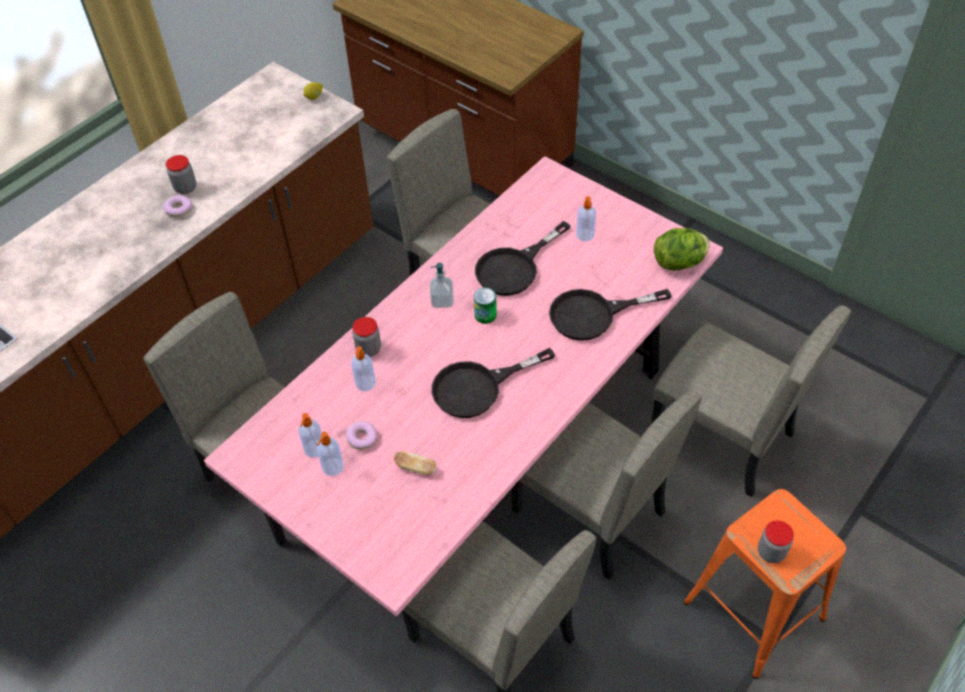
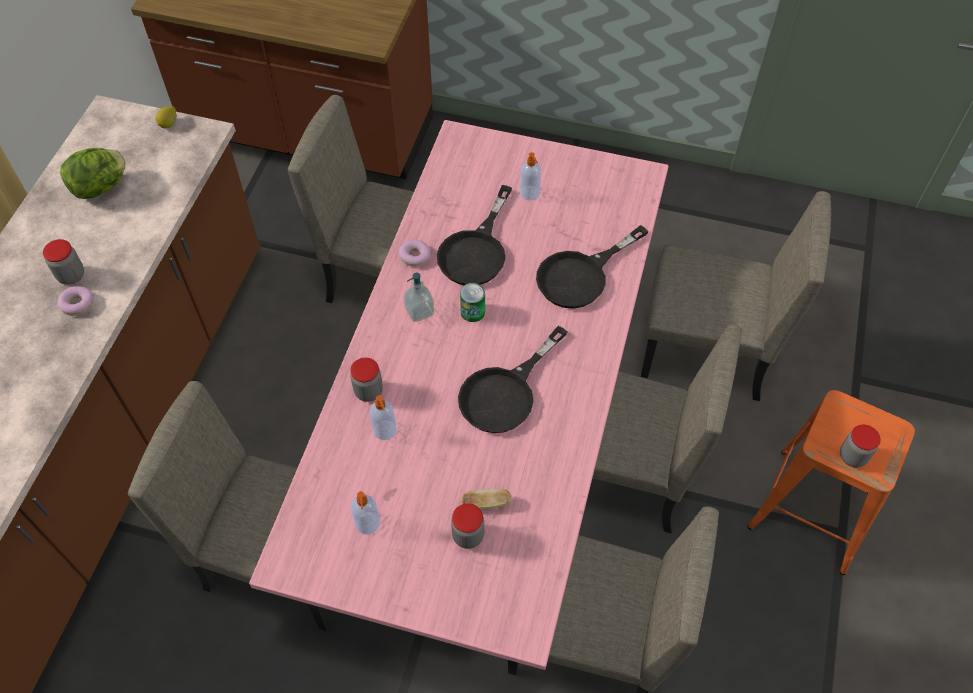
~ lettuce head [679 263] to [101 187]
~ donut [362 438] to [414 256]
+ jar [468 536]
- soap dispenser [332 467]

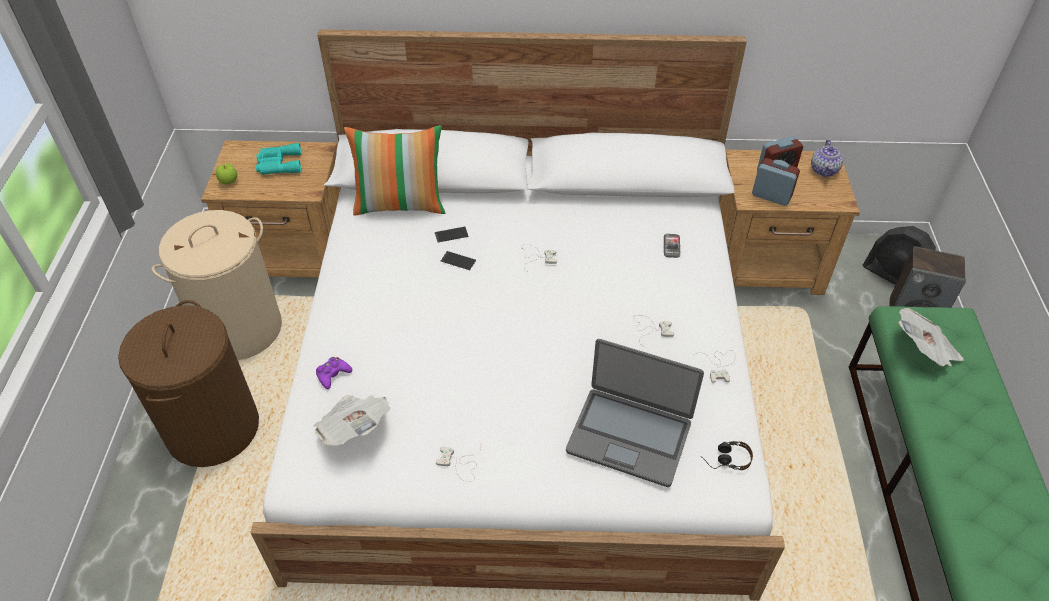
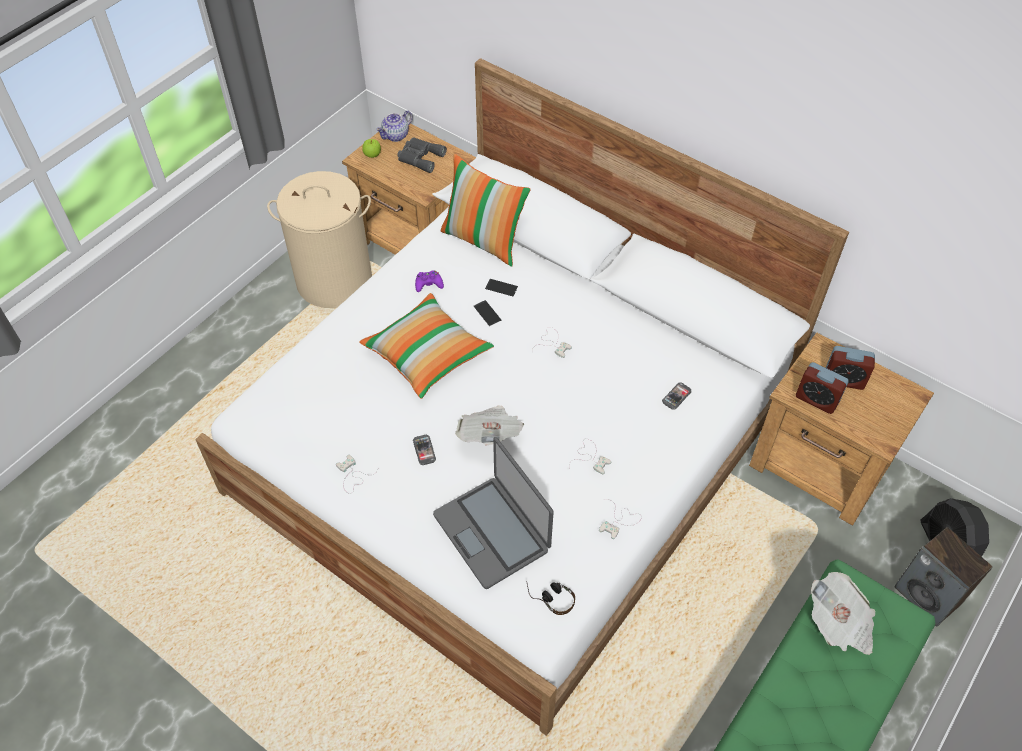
+ cushion [427 355]
~ tea pot [824 170] to [396 135]
~ binoculars (turquoise) [278 164] to binoculars (greyish) [420 157]
+ phone [424 450]
~ game controller (purplish) [333 375] to [428 284]
~ printed paper [354 428] to [490 435]
~ table clock [771 196] = [816 400] 150 degrees clockwise
- laundry basket (brownish) [212 428]

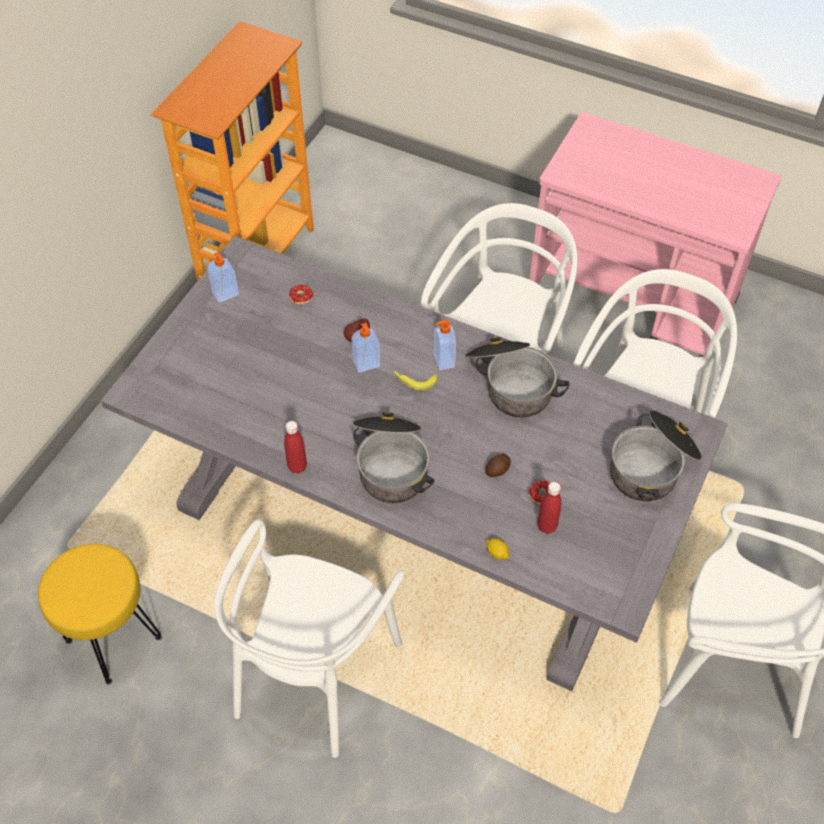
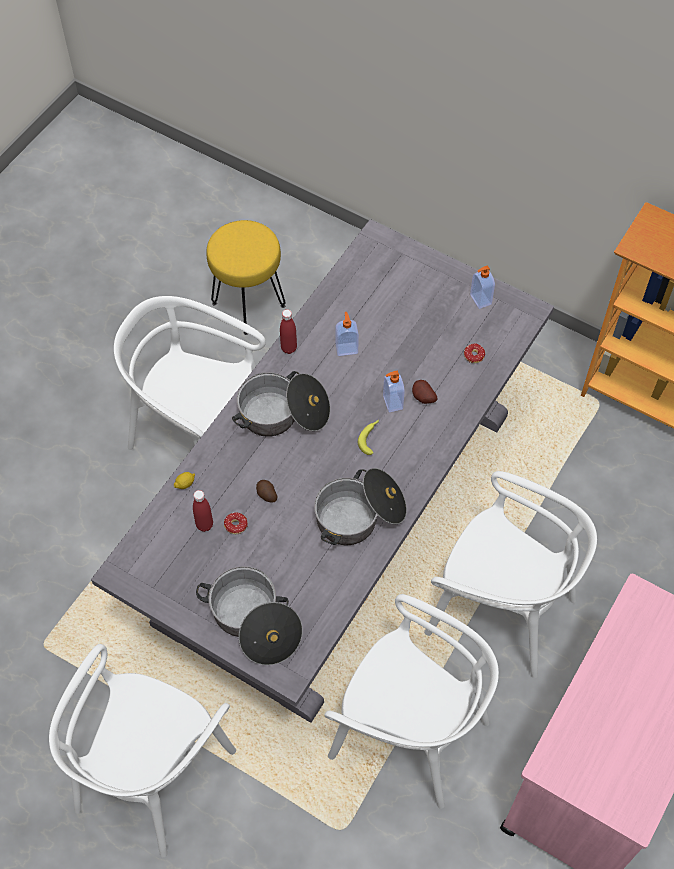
~ soap dispenser [443 360] to [346 348]

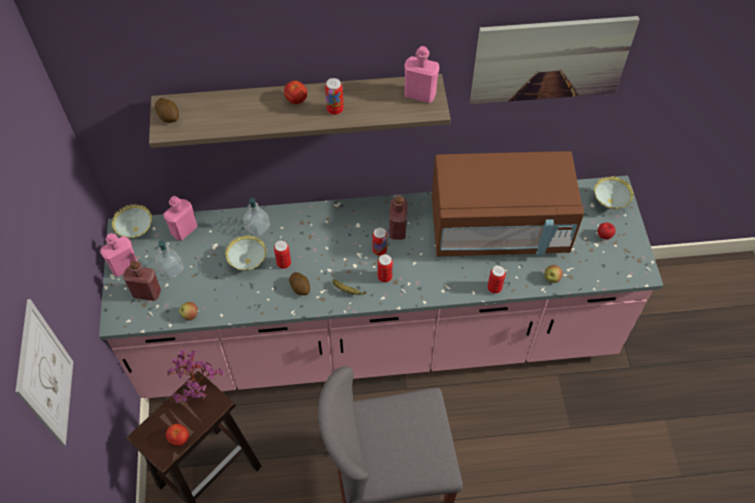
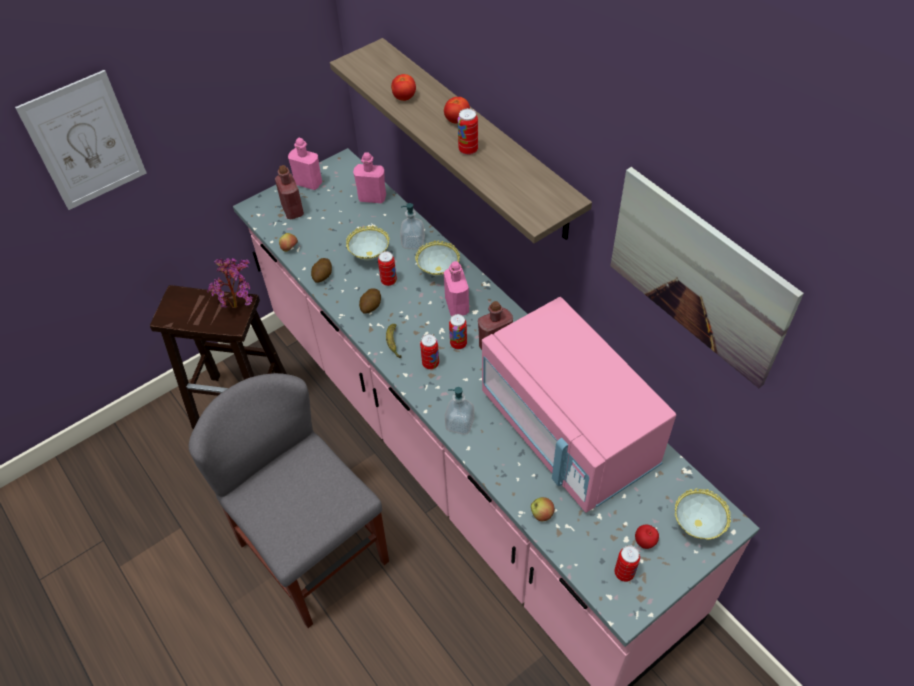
~ potato [169 116] to [322 276]
~ tomato [179 438] to [404 97]
~ deep dish [136 232] to [438 272]
~ bottle (pink-coloured) [420 94] to [457 306]
~ soap dispenser [171 269] to [459 424]
~ microwave oven (brownish) [499 228] to microwave oven (pink-coloured) [568 432]
~ metal can [494 288] to [624 573]

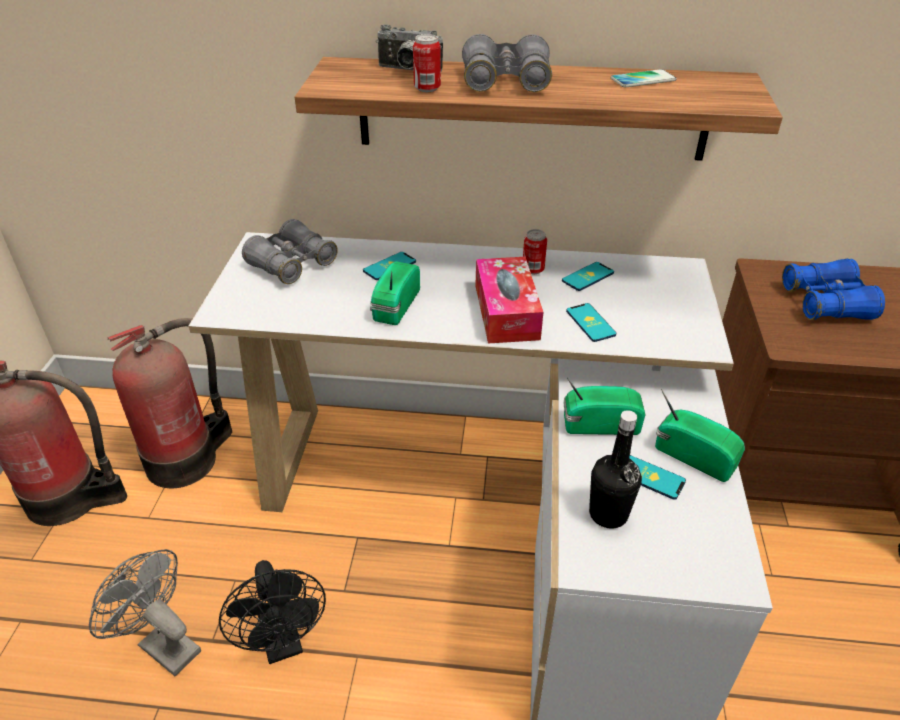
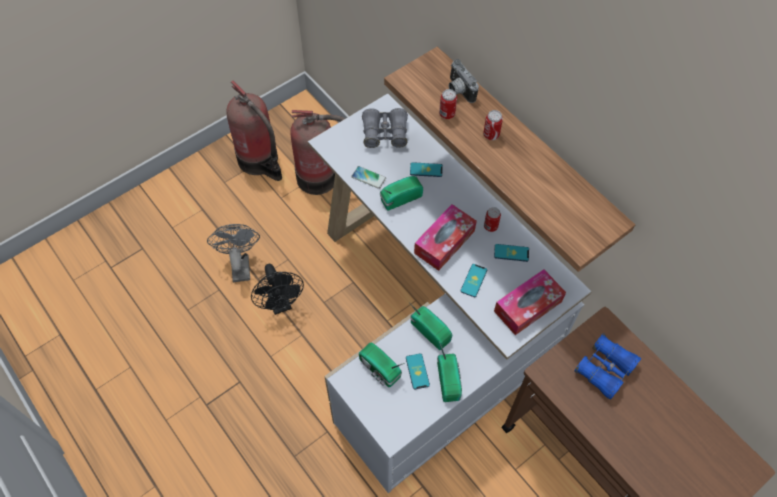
~ electric fan (black) [283 643] = [281 304] 45 degrees counterclockwise
~ phone [643 80] to [368 177]
~ bottle (black) [608 514] to radio receiver [380 370]
~ binoculars (greyish) [505 81] to metal can [491 135]
+ box of tissues [528 306]

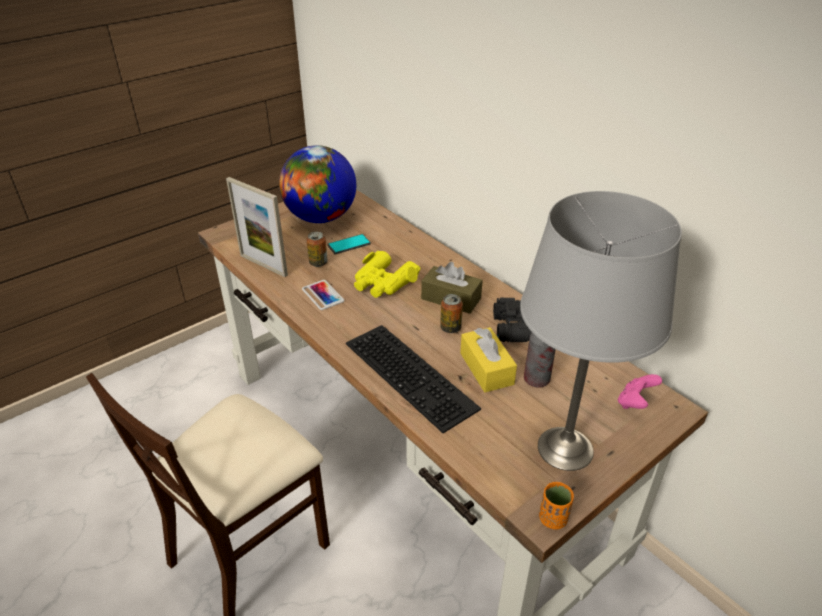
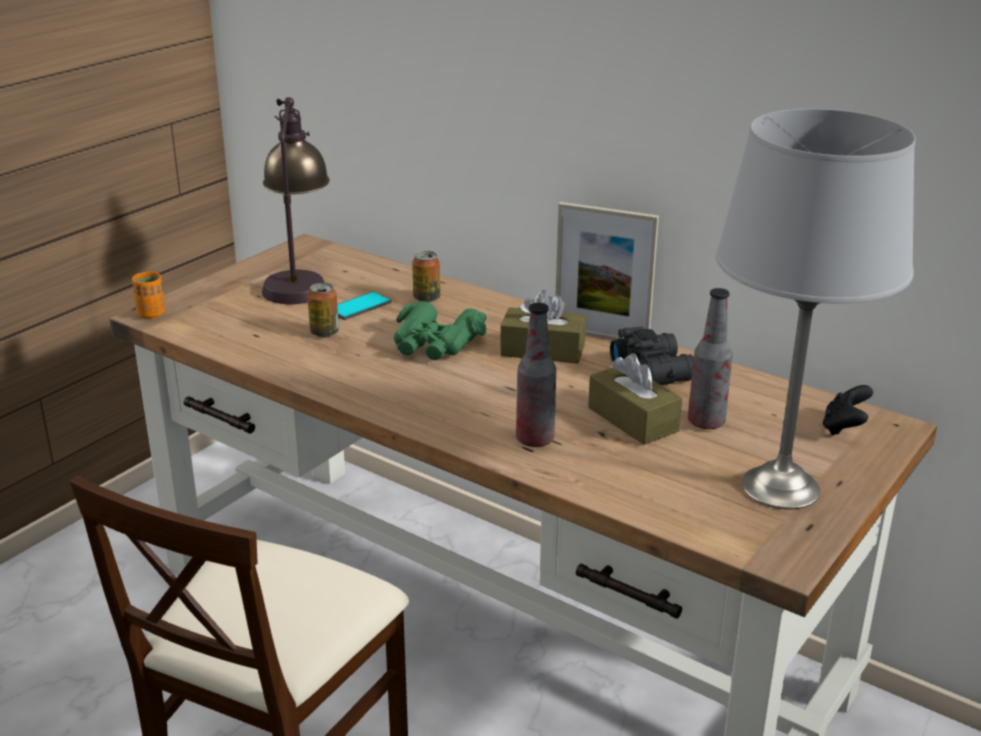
~ cup (orange-coloured) [553 519] to [151 314]
~ desk globe [321 218] to lamp for a table [298 280]
~ binoculars (yellowish) [383 283] to binoculars (green-coloured) [435 344]
~ metal can [450 328] to [426 298]
~ PC keyboard [413 374] to bottle [535 439]
~ photo frame [263 265] to [601 336]
~ box of tissues (yellowish) [486 368] to box of tissues (brownish) [633 419]
~ game controller (pink-coloured) [635 403] to game controller (black) [844 428]
- phone [323 295]

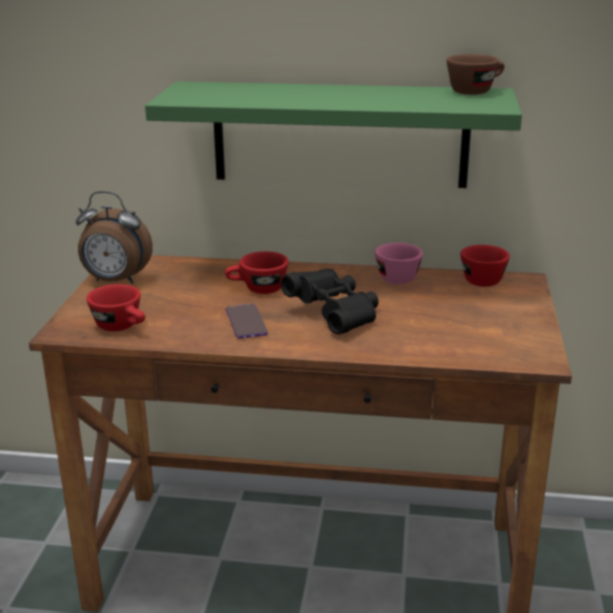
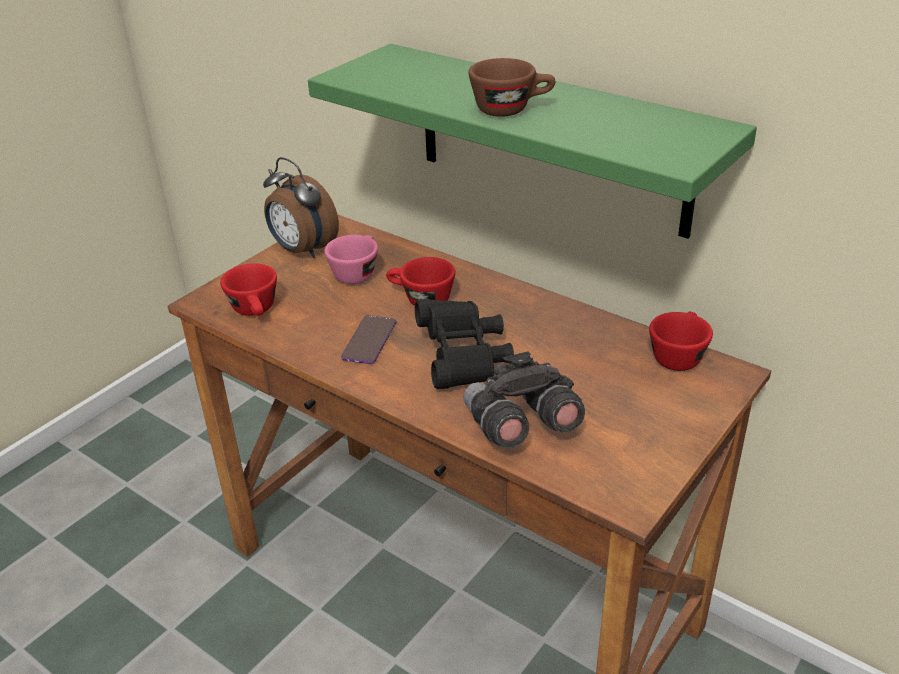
~ cup (pink-coloured) [395 276] to [356 272]
+ binoculars (greyish) [519 427]
~ cup (brownish) [475 91] to [511 109]

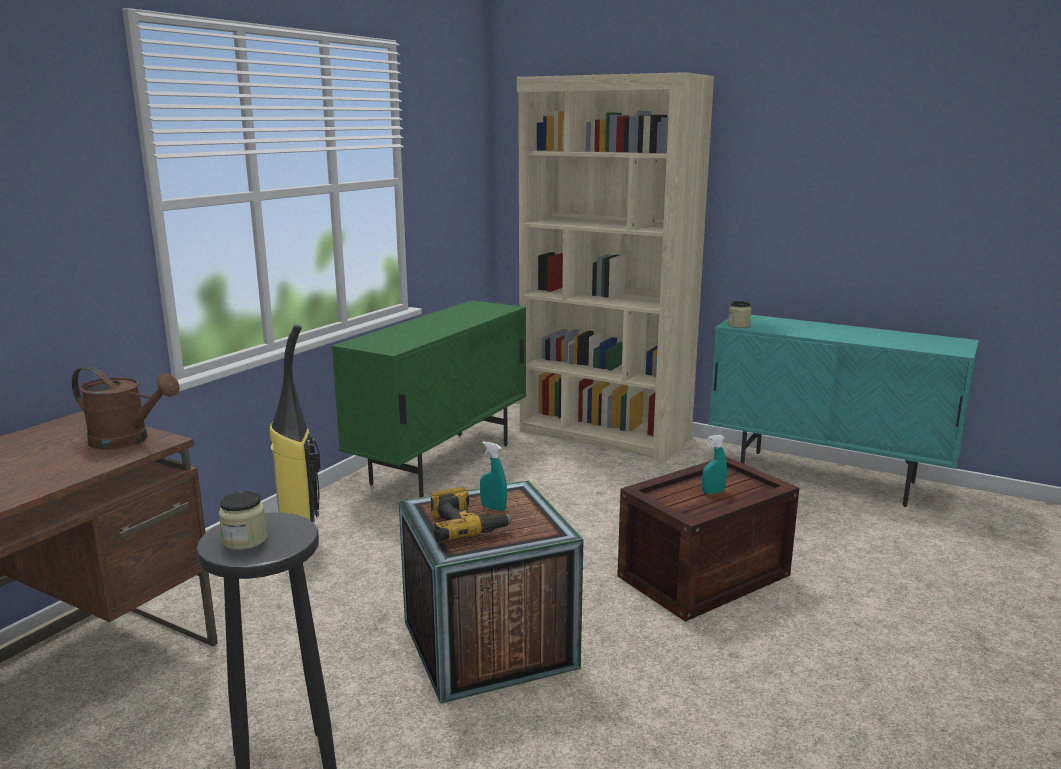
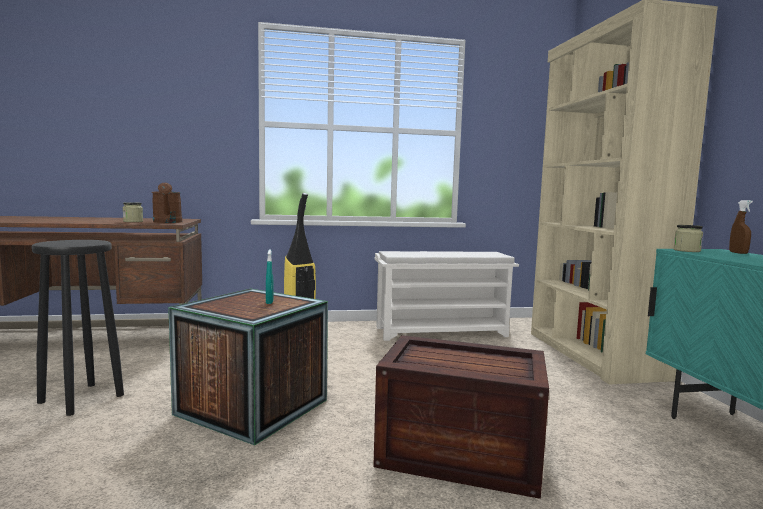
~ jar [245 540] to [133 221]
~ storage cabinet (green-coloured) [442 464] to shoe stand (white) [442 332]
+ sprayer (brownish) [738 253]
- drill [466 526]
- sprayer (turquoise) [713 492]

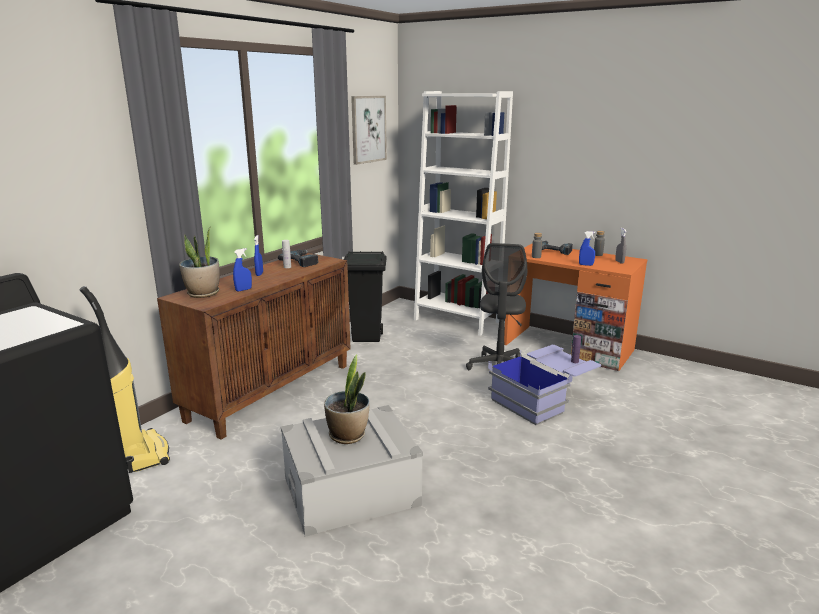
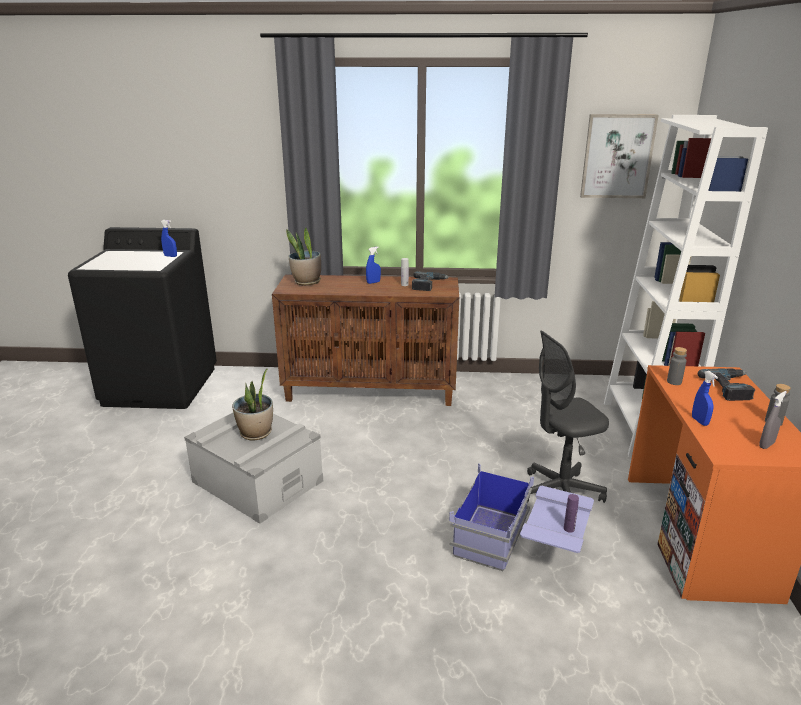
~ sprayer (blue-coloured) [243 290] to [170 256]
- hoover [141 453]
- trash can (black) [367 337]

